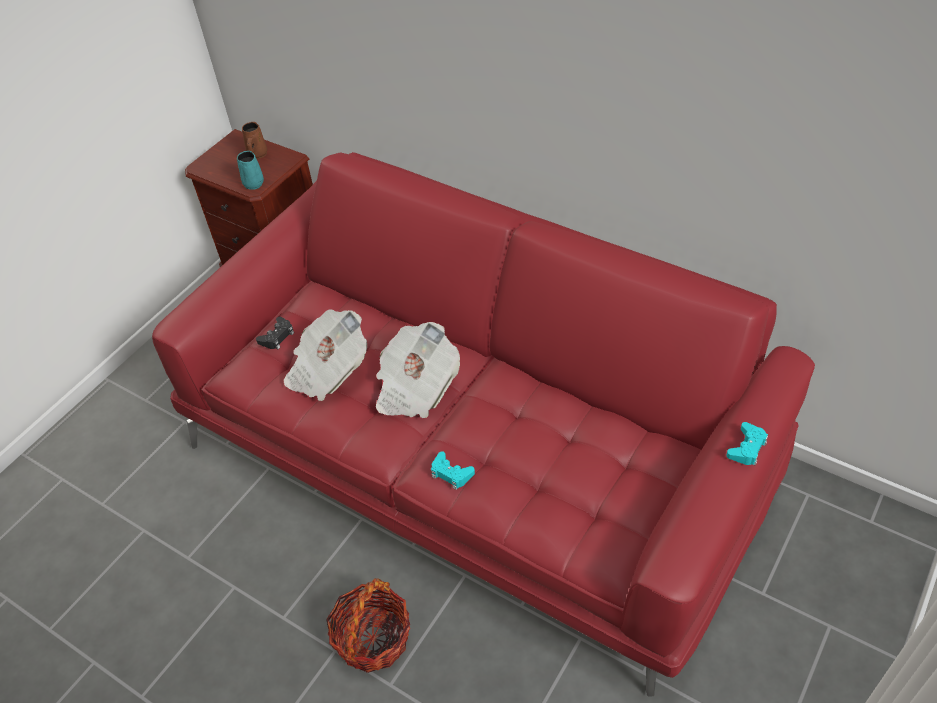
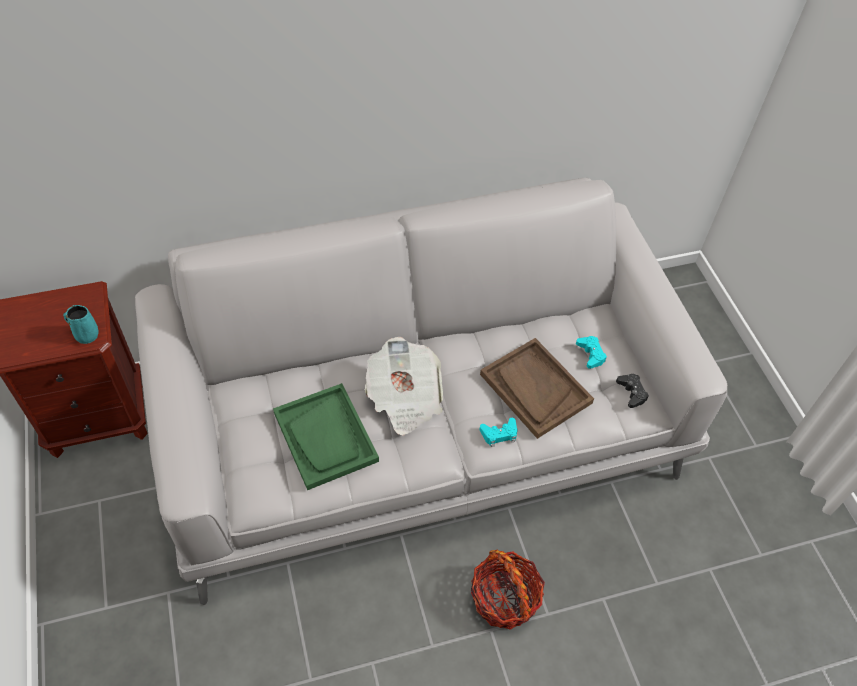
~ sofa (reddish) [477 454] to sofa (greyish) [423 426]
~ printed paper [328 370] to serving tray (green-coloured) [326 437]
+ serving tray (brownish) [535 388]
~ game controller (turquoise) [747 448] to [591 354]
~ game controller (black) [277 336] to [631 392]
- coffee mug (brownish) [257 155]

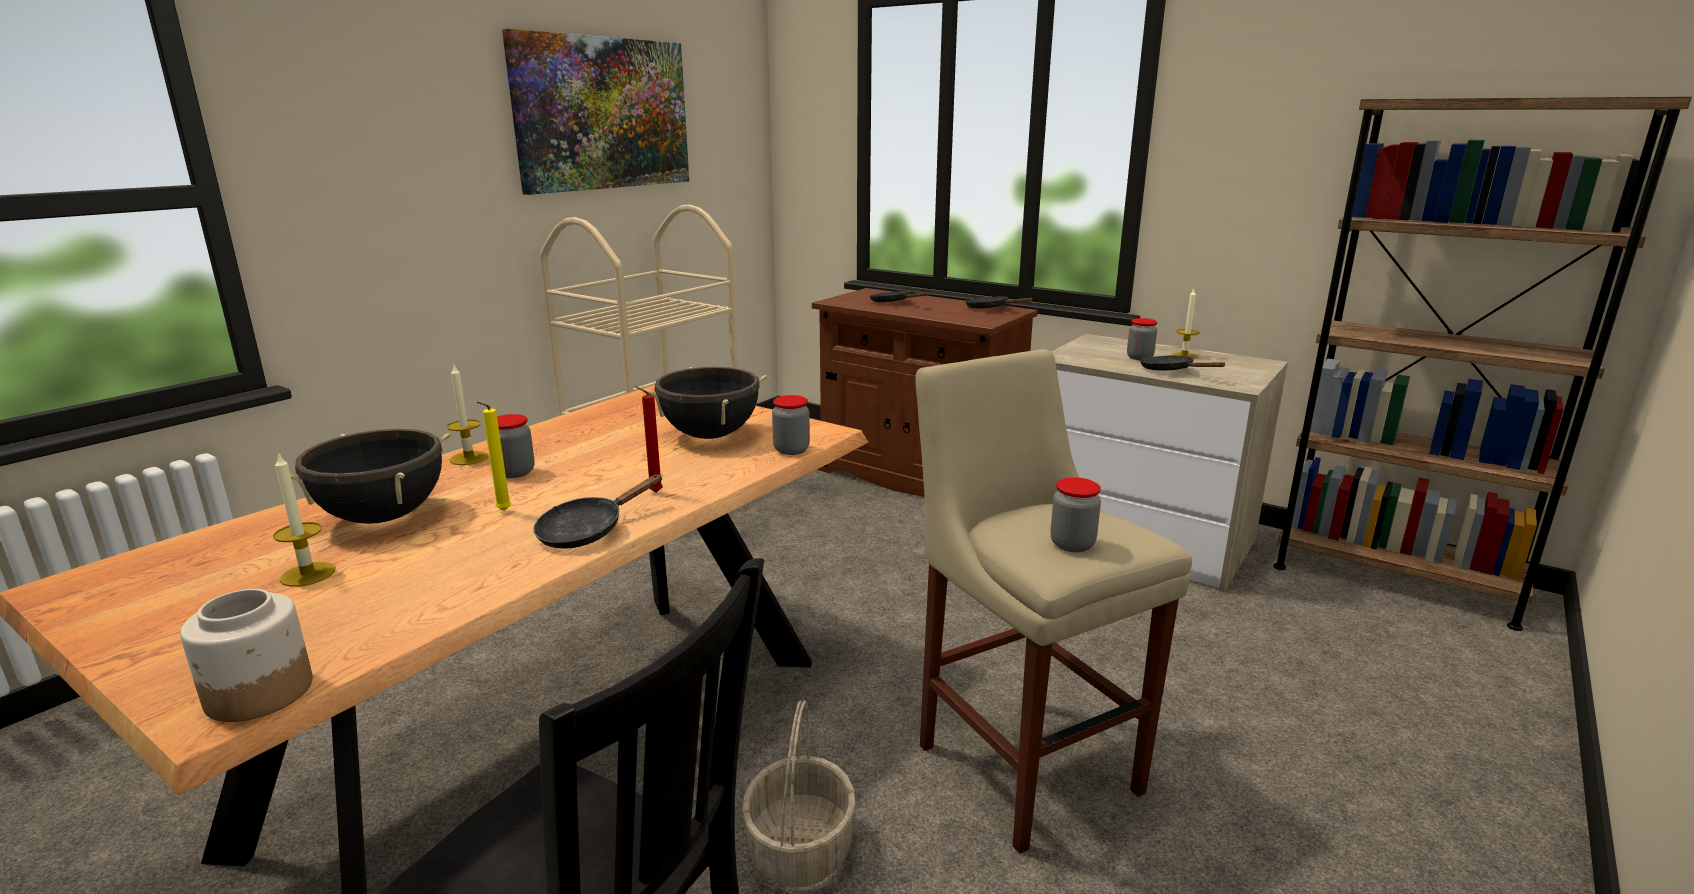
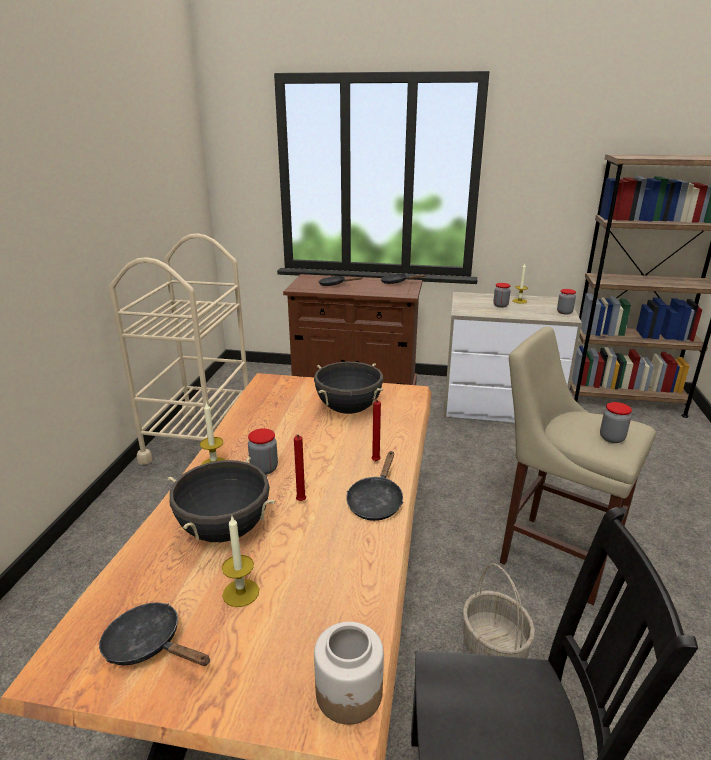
~ frying pan (black) [1171 371] to [149 645]
~ candle (yellowish) [502 511] to candle (reddish) [300 502]
~ jar [791 450] to [564 312]
- picture [603 114]

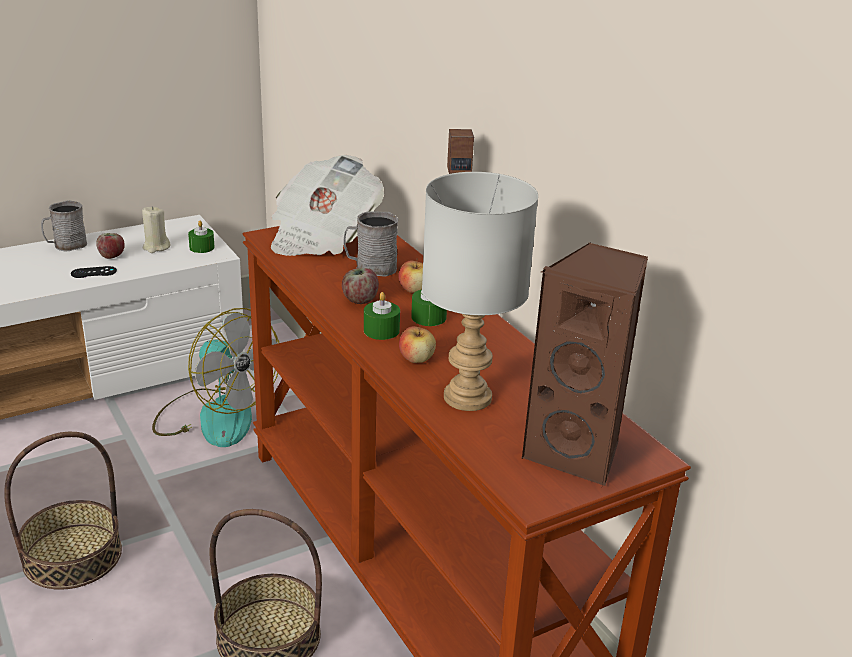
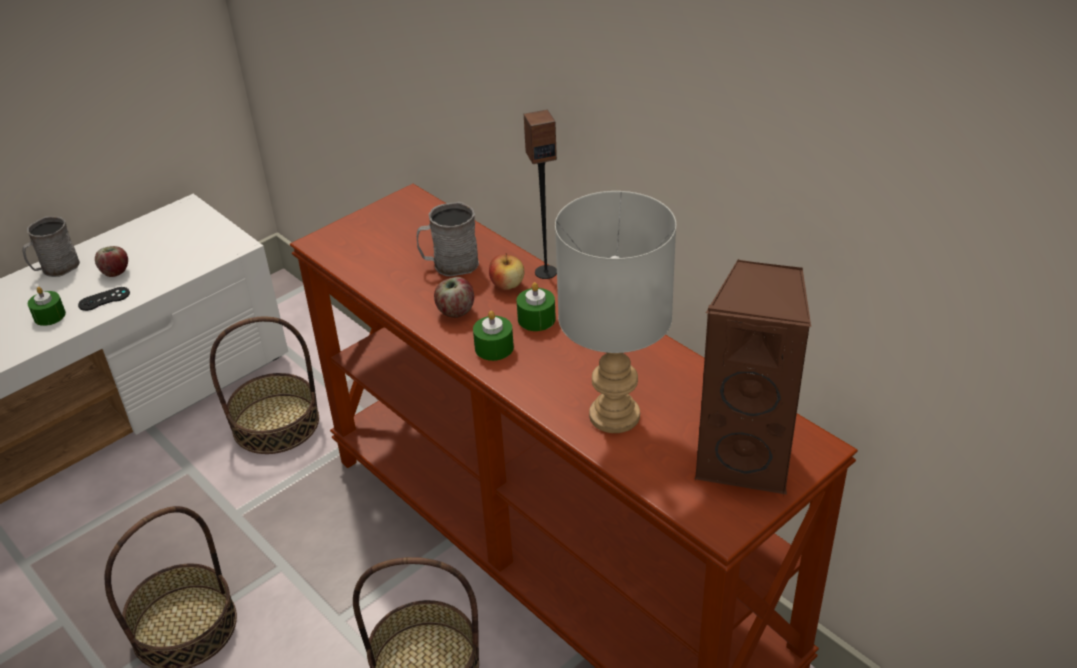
~ candle (green-coloured) [202 247] to [49 316]
~ electric fan [215 416] to basket [276 423]
- candle (sand-coloured) [156 247]
- printed paper [322 236]
- apple [416 359]

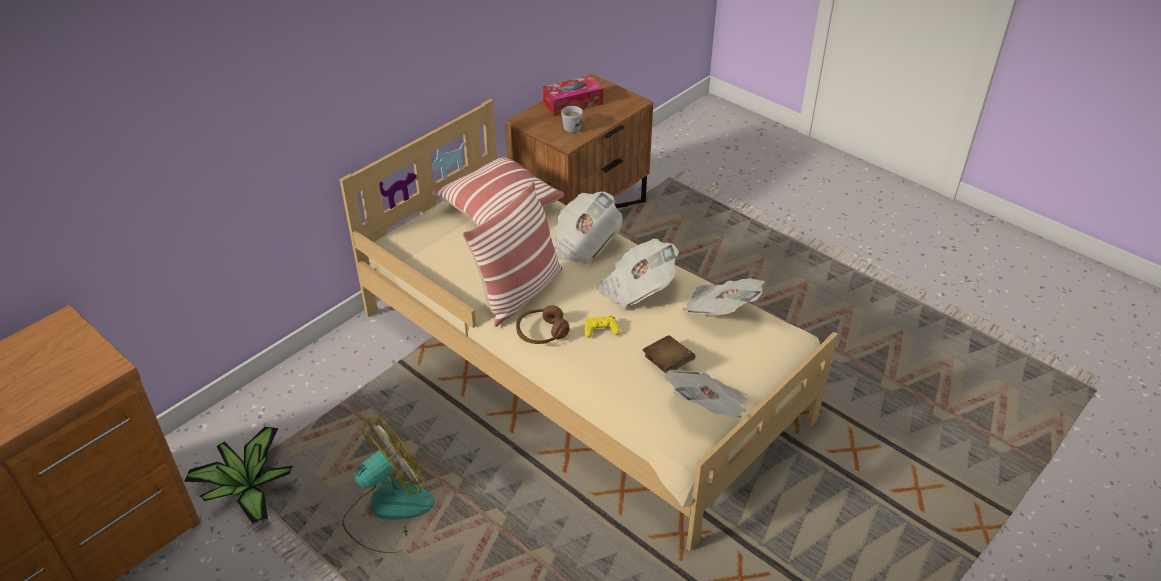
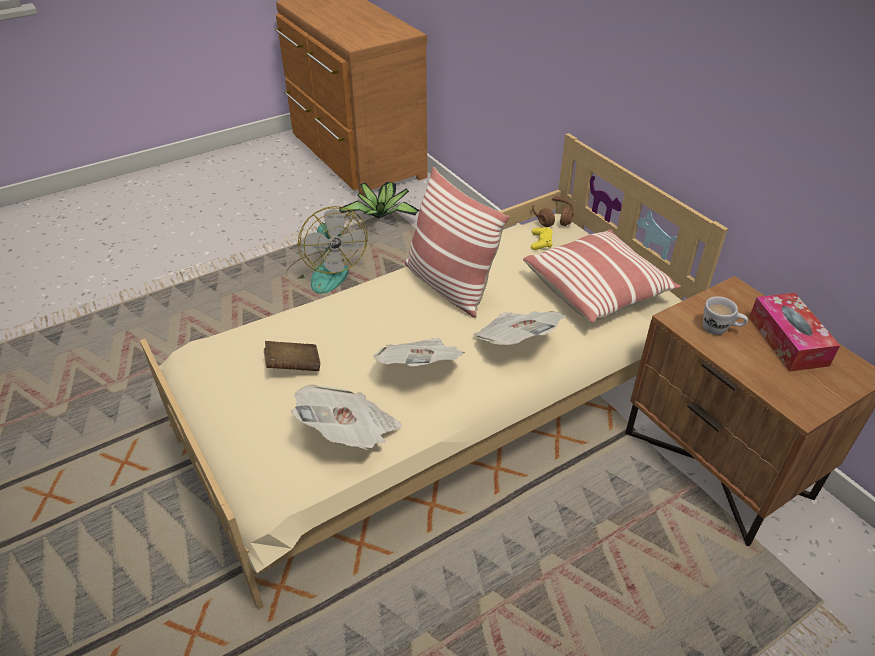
~ game controller (yellowish) [601 330] to [541 242]
~ headphones (brownish) [542 333] to [552 217]
- printed paper [708 408]

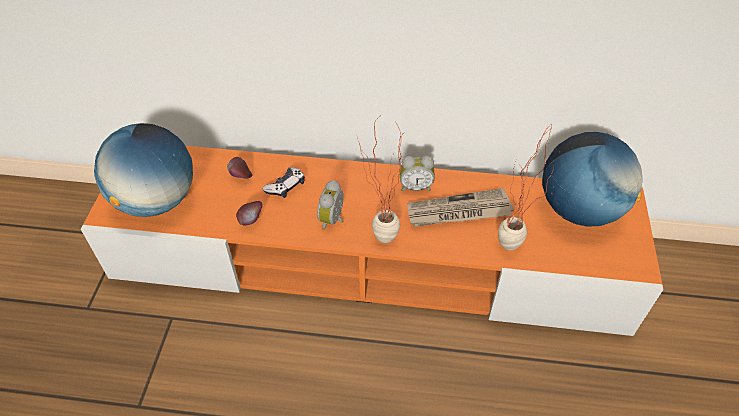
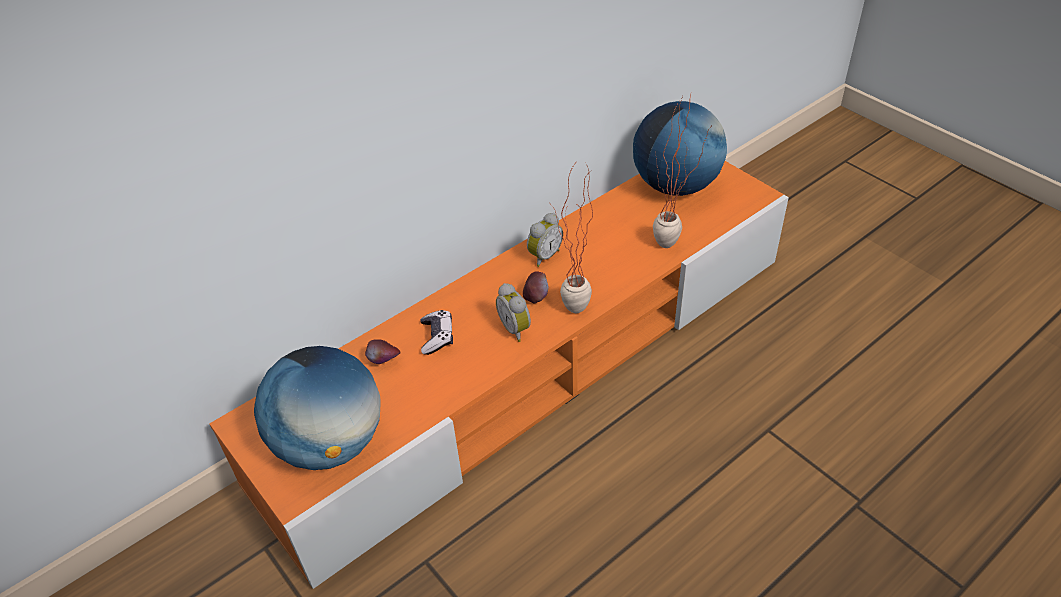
~ apple [251 220] to [535 297]
- printed paper [458 212]

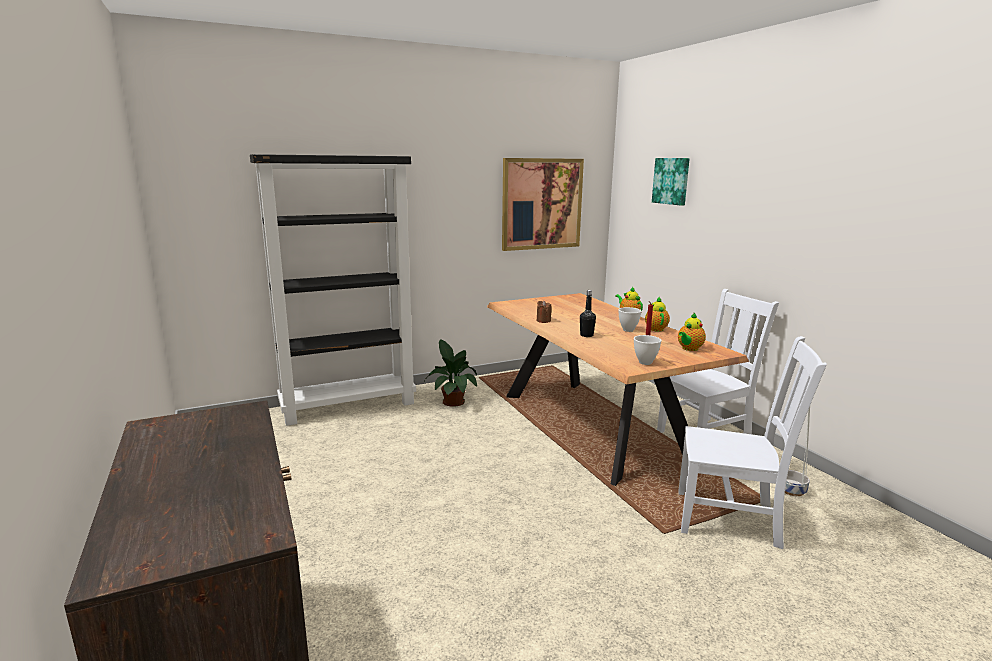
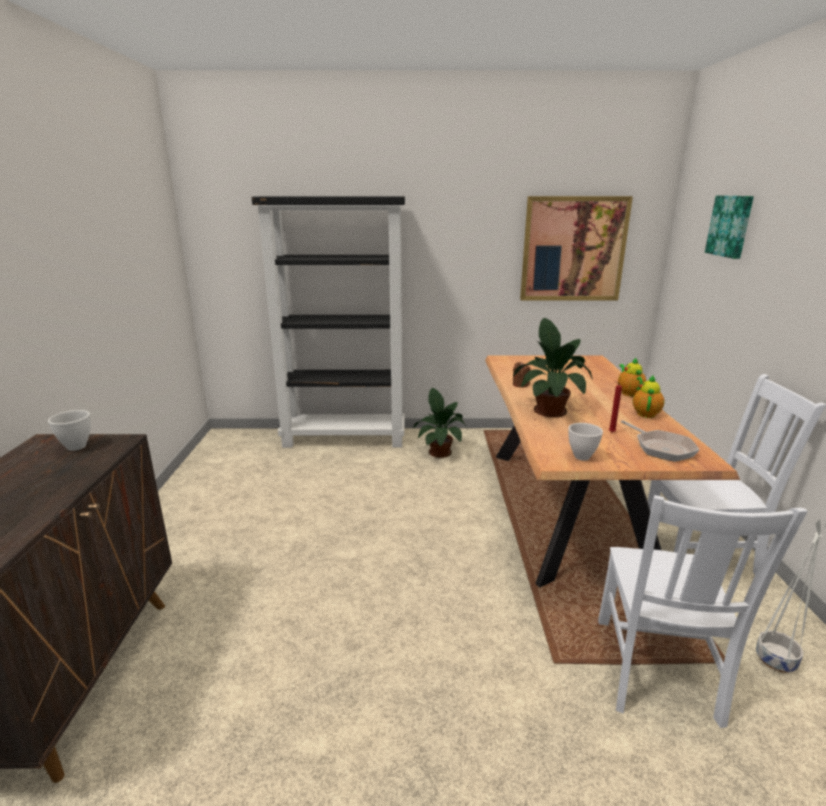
~ deep dish (white) [628 330] to [77 446]
~ bottle (black) [586 335] to houseplant [549 409]
~ upright chair (white) [731 519] = [656 672] 60 degrees clockwise
~ tea pot [689 349] to frying pan [661 448]

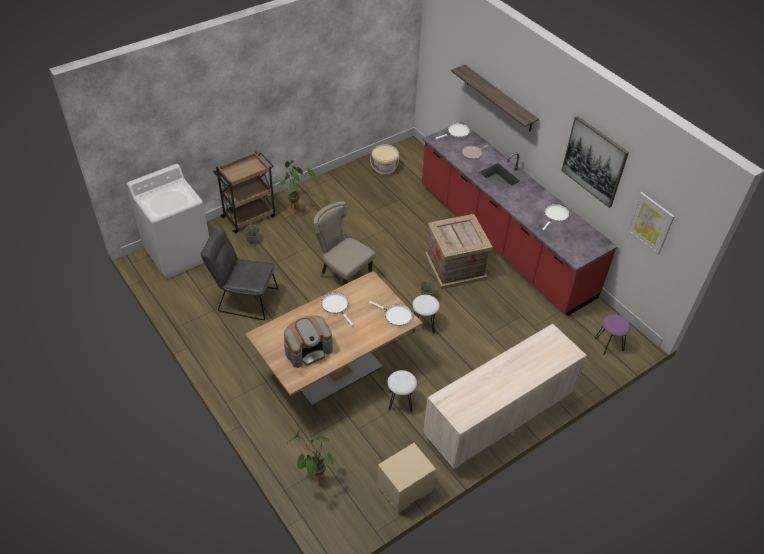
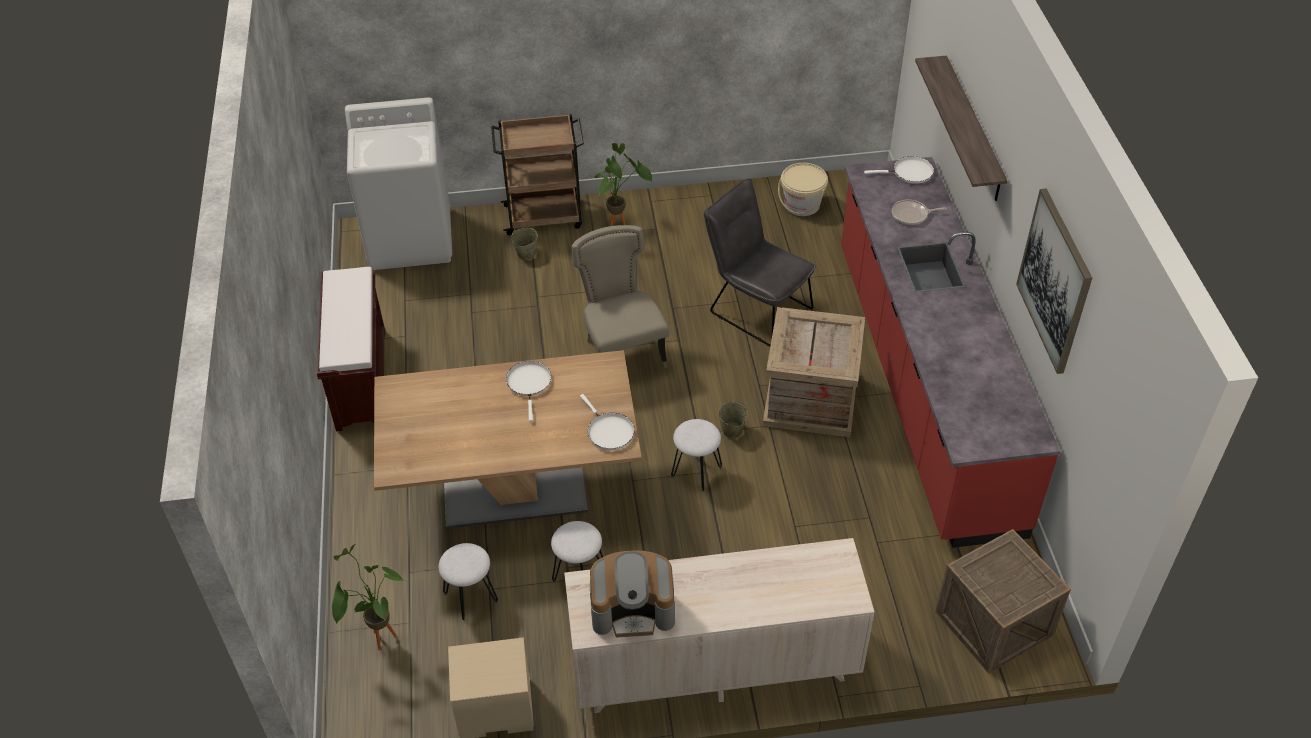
+ long seat (brownish) [361 378]
+ sitting stool (white) [470 597]
~ coffee maker [308 350] to [633 609]
~ upright chair (greyish) [244 299] to [755 307]
~ sitting stool (purplish) [609 344] to crate [993 623]
- frying pan (white) [555 215]
- picture [650 223]

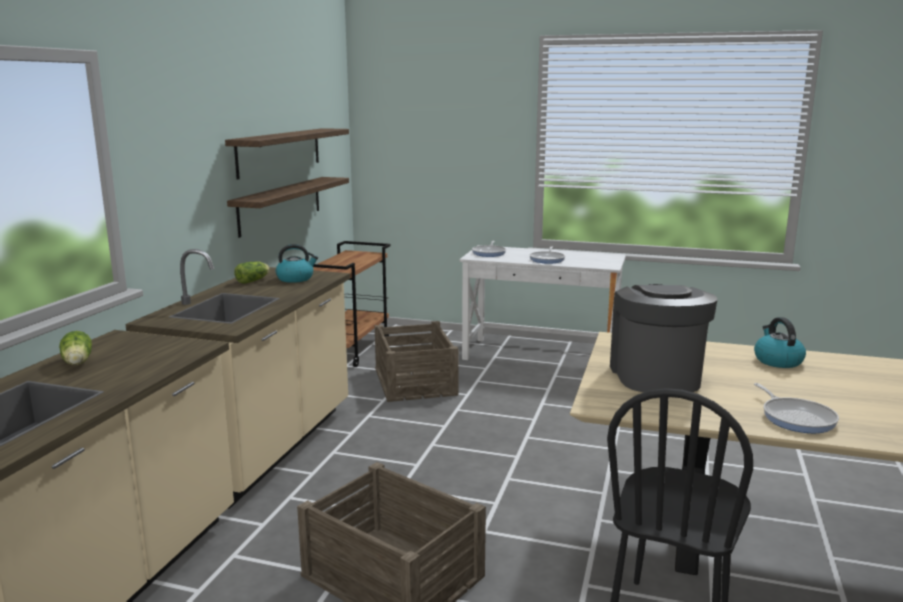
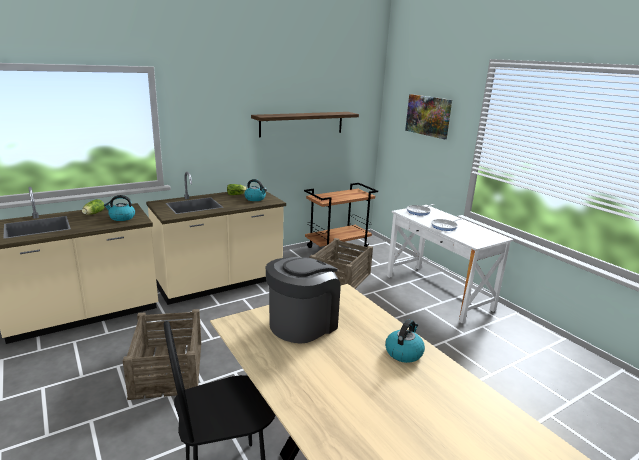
+ tea kettle [121 217]
+ picture [428 115]
- shelf [281 205]
- frying pan [796 418]

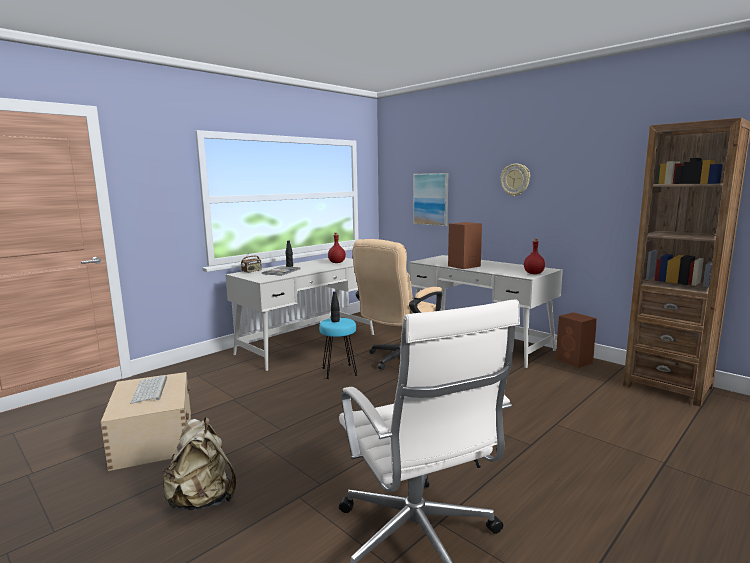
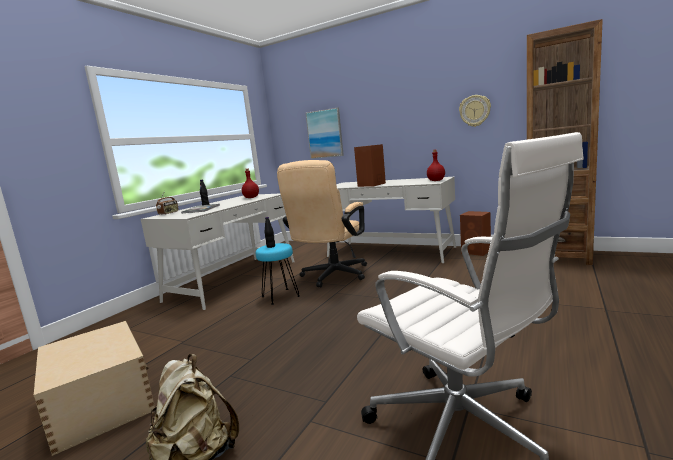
~ wall clock [515 180] to [474 111]
- PC keyboard [150 390]

